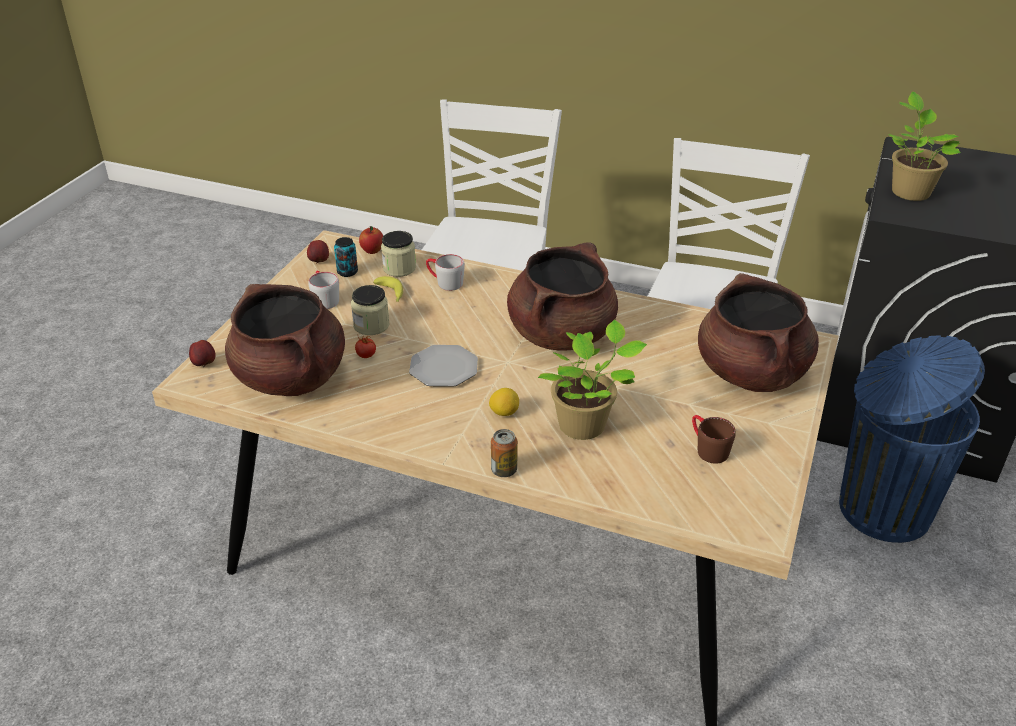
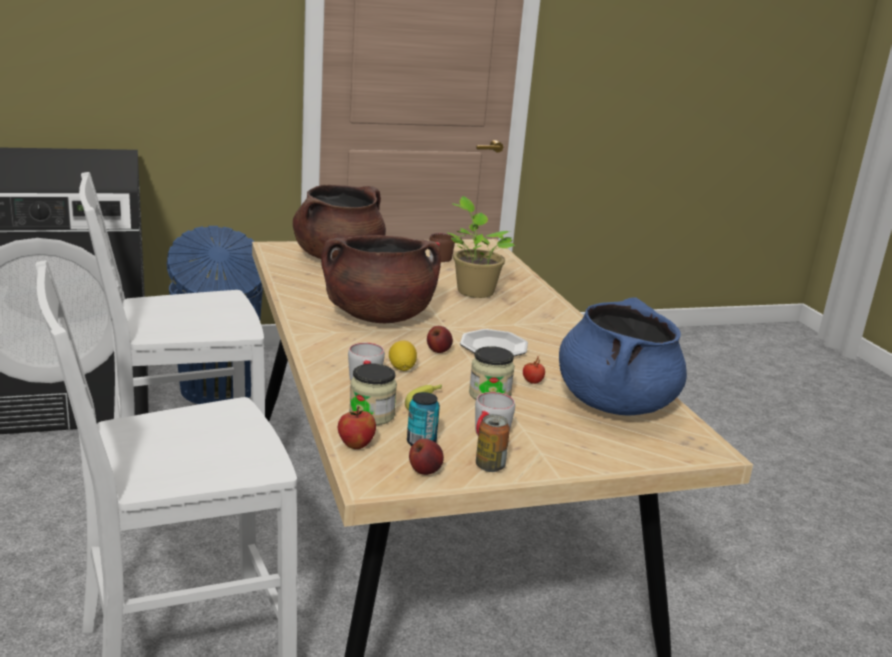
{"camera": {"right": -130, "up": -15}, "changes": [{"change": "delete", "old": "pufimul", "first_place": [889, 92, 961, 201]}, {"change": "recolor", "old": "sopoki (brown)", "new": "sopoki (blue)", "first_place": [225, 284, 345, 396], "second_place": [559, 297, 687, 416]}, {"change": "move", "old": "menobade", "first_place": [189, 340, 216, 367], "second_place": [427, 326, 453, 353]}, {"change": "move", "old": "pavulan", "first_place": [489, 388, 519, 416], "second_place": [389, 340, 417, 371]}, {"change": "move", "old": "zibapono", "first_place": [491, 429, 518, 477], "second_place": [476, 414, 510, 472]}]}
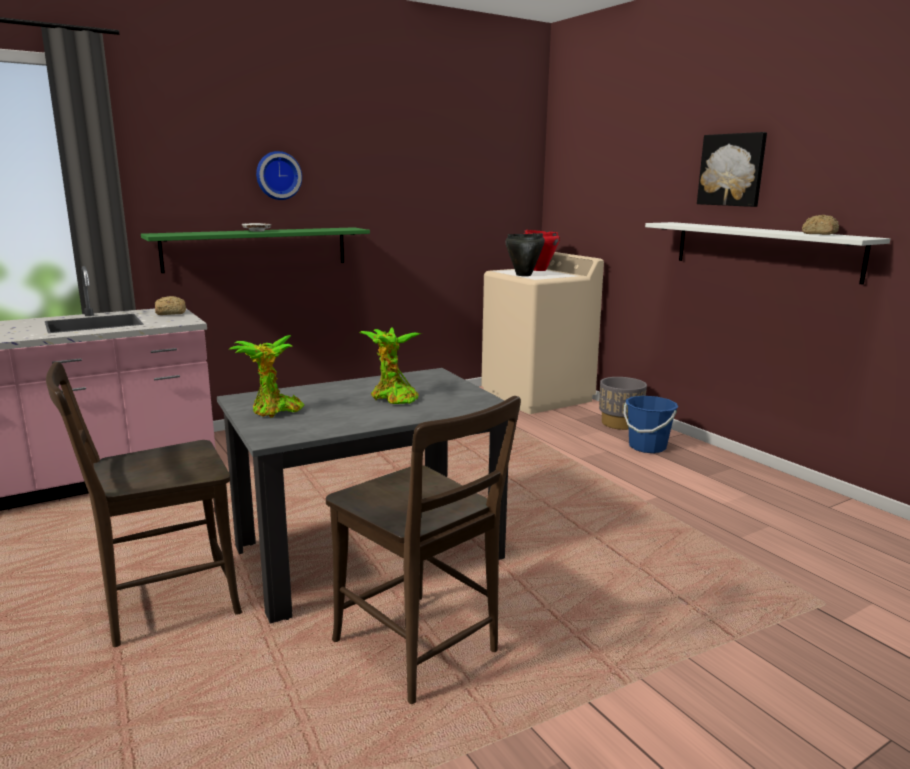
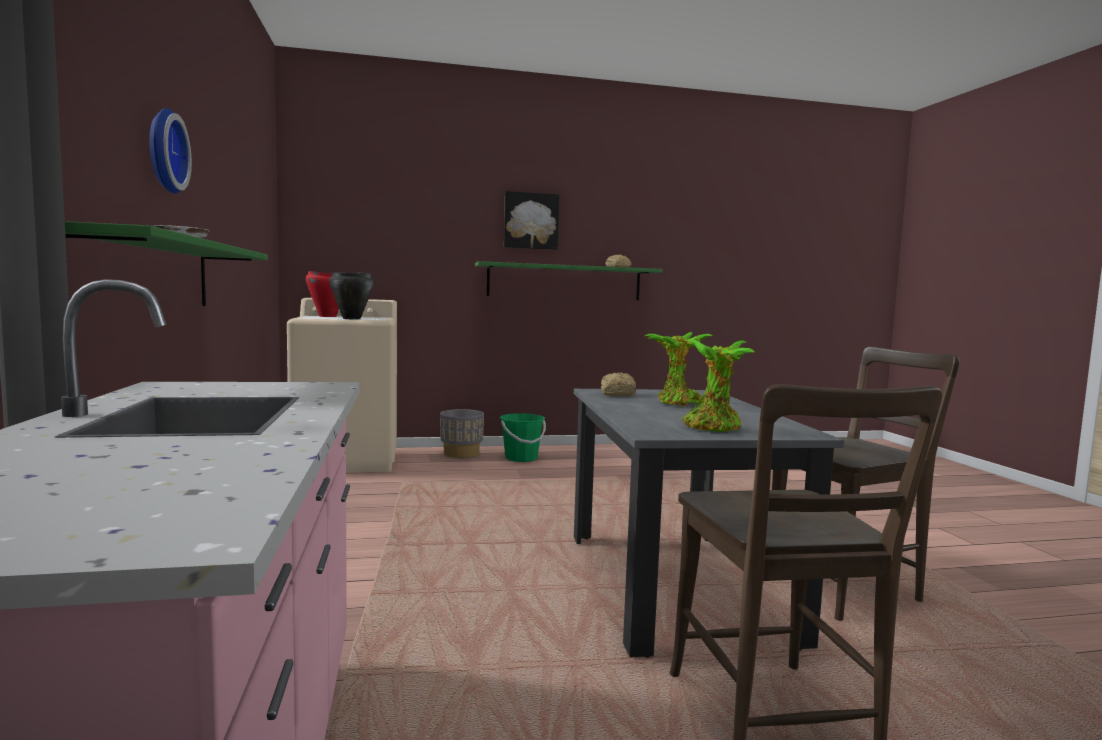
{"camera": {"right": -70, "up": -10}, "changes": [{"change": "recolor", "old": "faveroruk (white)", "new": "faveroruk (green)", "first_place": [645, 222, 890, 285], "second_place": [475, 261, 663, 300]}, {"change": "move", "old": "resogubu", "first_place": [155, 296, 186, 315], "second_place": [601, 372, 636, 396]}, {"change": "recolor", "old": "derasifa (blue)", "new": "derasifa (green)", "first_place": [624, 396, 678, 453], "second_place": [500, 413, 546, 462]}]}
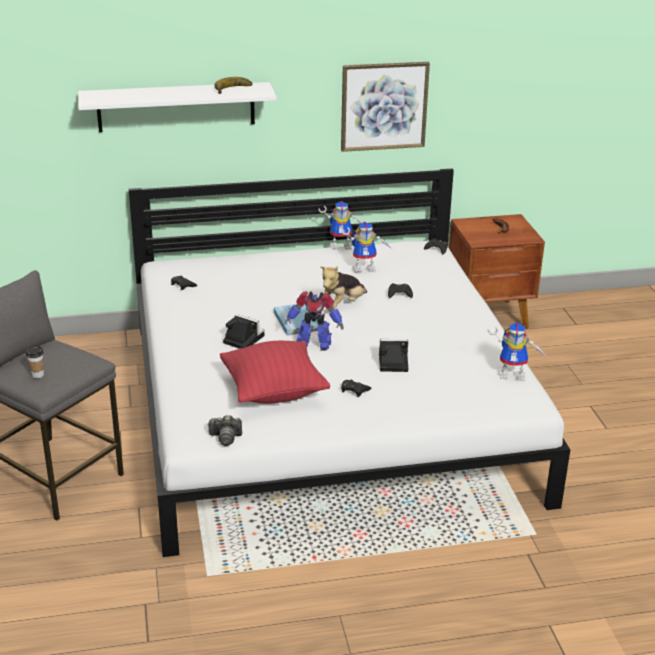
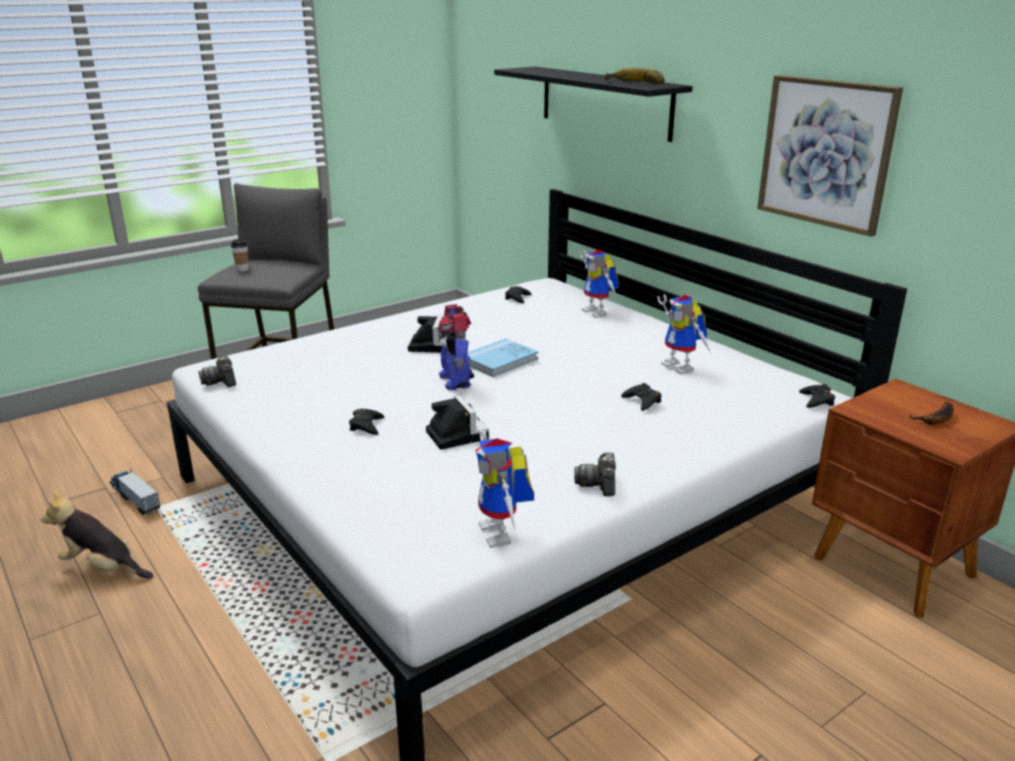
{"camera": {"right": 65, "up": -5}, "changes": [{"change": "recolor", "old": "faveroruk (white)", "new": "faveroruk (black)", "first_place": [78, 82, 277, 132], "second_place": [494, 67, 693, 142]}, {"change": "move", "old": "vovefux", "first_place": [318, 201, 363, 250], "second_place": [579, 250, 619, 318]}, {"change": "move", "old": "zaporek", "first_place": [321, 266, 367, 308], "second_place": [41, 491, 153, 579]}, {"change": "delete", "old": "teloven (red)", "first_place": [220, 341, 330, 404]}, {"change": "insert", "new": "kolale", "second_place": [574, 453, 616, 496]}, {"change": "insert", "new": "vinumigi", "second_place": [110, 469, 160, 515]}]}
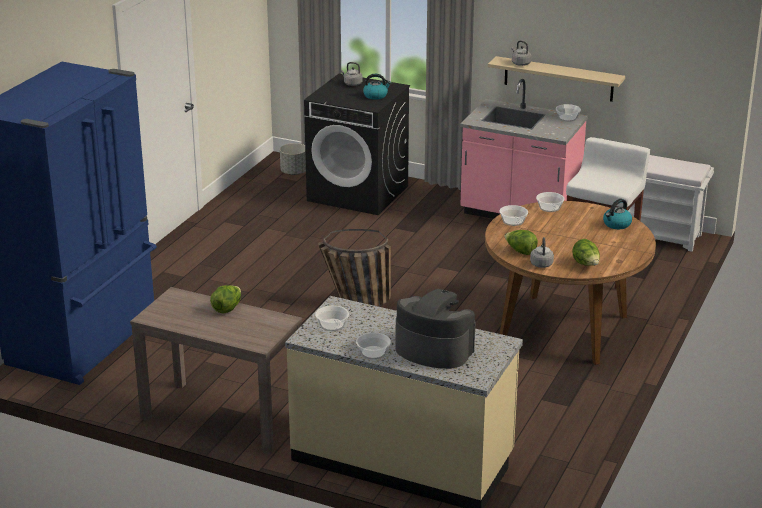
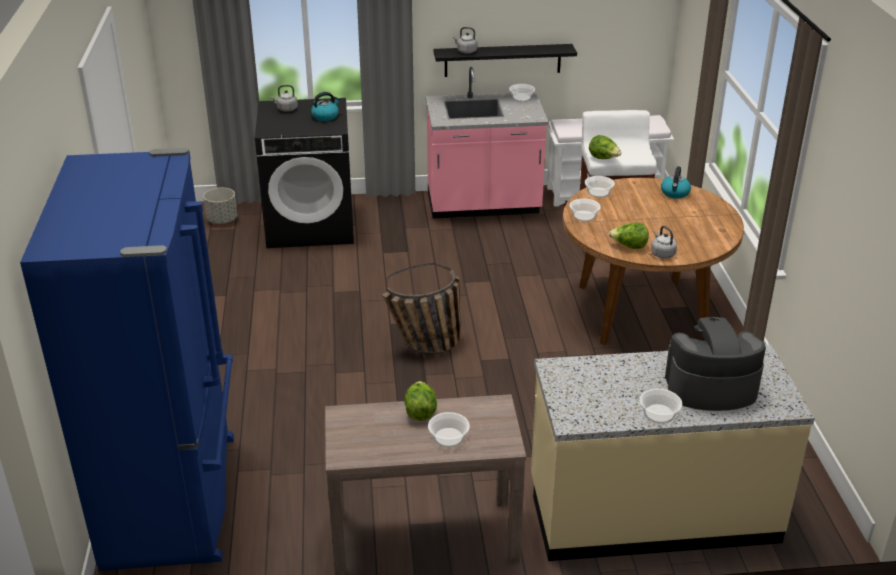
{"camera": {"right": -30, "up": 5}, "changes": [{"change": "recolor", "old": "faveroruk (beige)", "new": "faveroruk (black)", "first_place": [488, 56, 625, 102], "second_place": [434, 44, 577, 77]}, {"change": "move", "old": "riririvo", "first_place": [572, 239, 600, 266], "second_place": [589, 135, 621, 159]}, {"change": "move", "old": "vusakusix", "first_place": [315, 306, 349, 331], "second_place": [428, 412, 470, 448]}]}
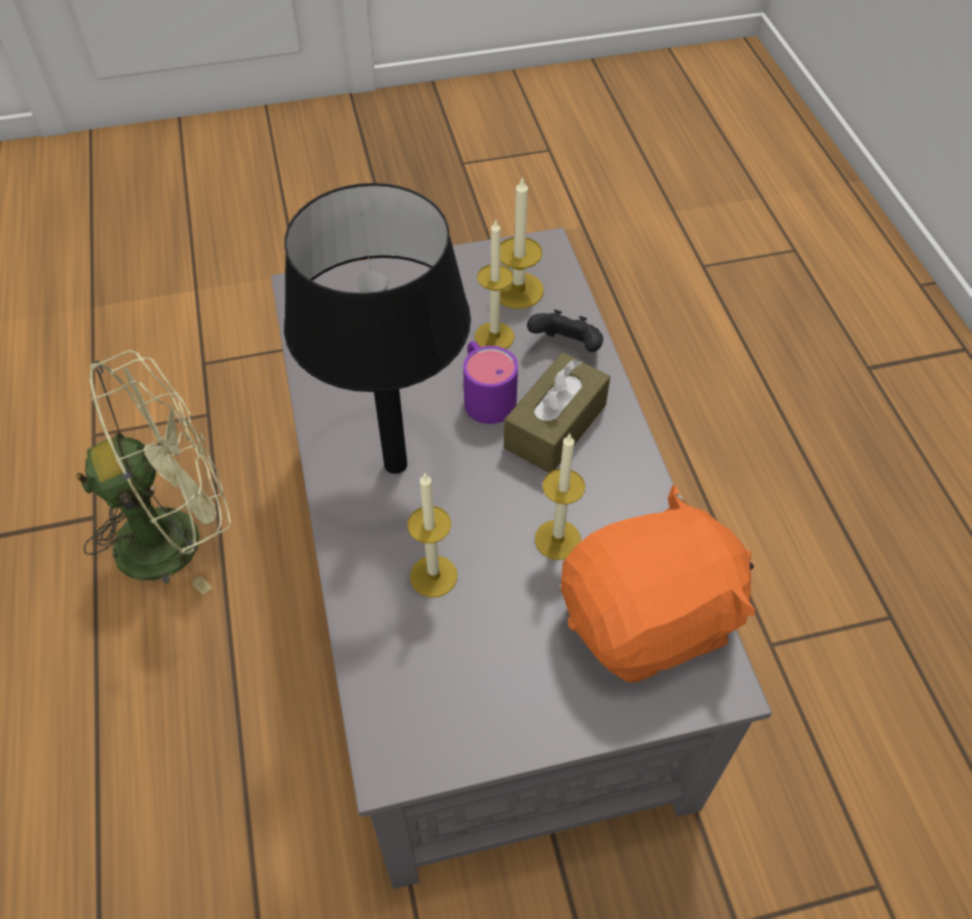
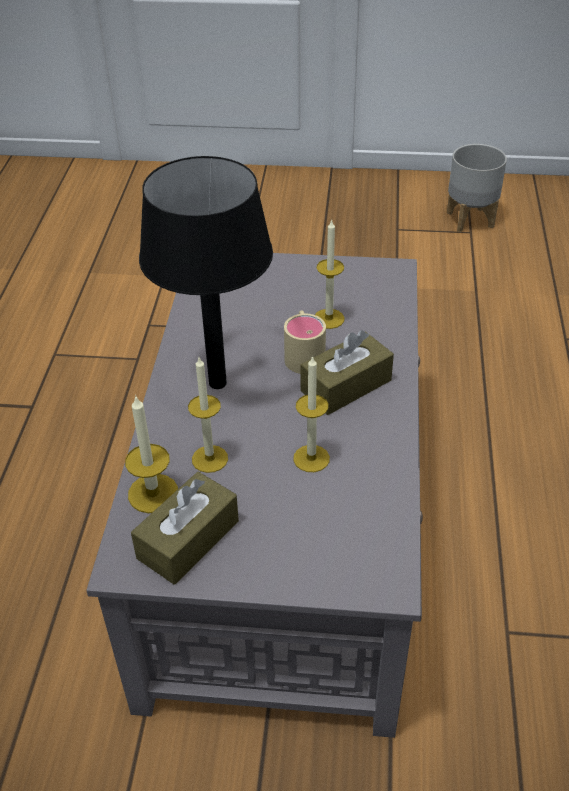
{"camera": {"right": 20, "up": -10}, "changes": [{"change": "move", "old": "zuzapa", "first_place": [500, 176, 544, 309], "second_place": [125, 395, 178, 513]}, {"change": "delete", "old": "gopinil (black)", "first_place": [527, 310, 603, 352]}, {"change": "recolor", "old": "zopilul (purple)", "new": "zopilul (beige)", "first_place": [463, 341, 518, 424], "second_place": [284, 310, 326, 374]}, {"change": "delete", "old": "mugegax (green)", "first_place": [75, 350, 231, 595]}, {"change": "delete", "old": "zaporek (orange)", "first_place": [561, 485, 755, 682]}, {"change": "insert", "new": "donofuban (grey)", "second_place": [447, 144, 507, 232]}, {"change": "insert", "new": "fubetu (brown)", "second_place": [131, 472, 239, 584]}]}
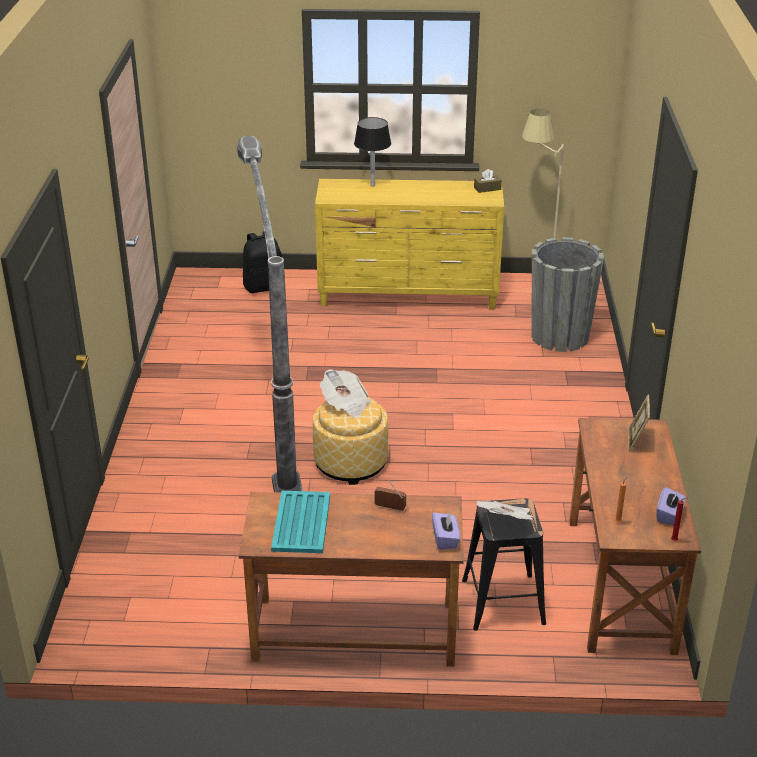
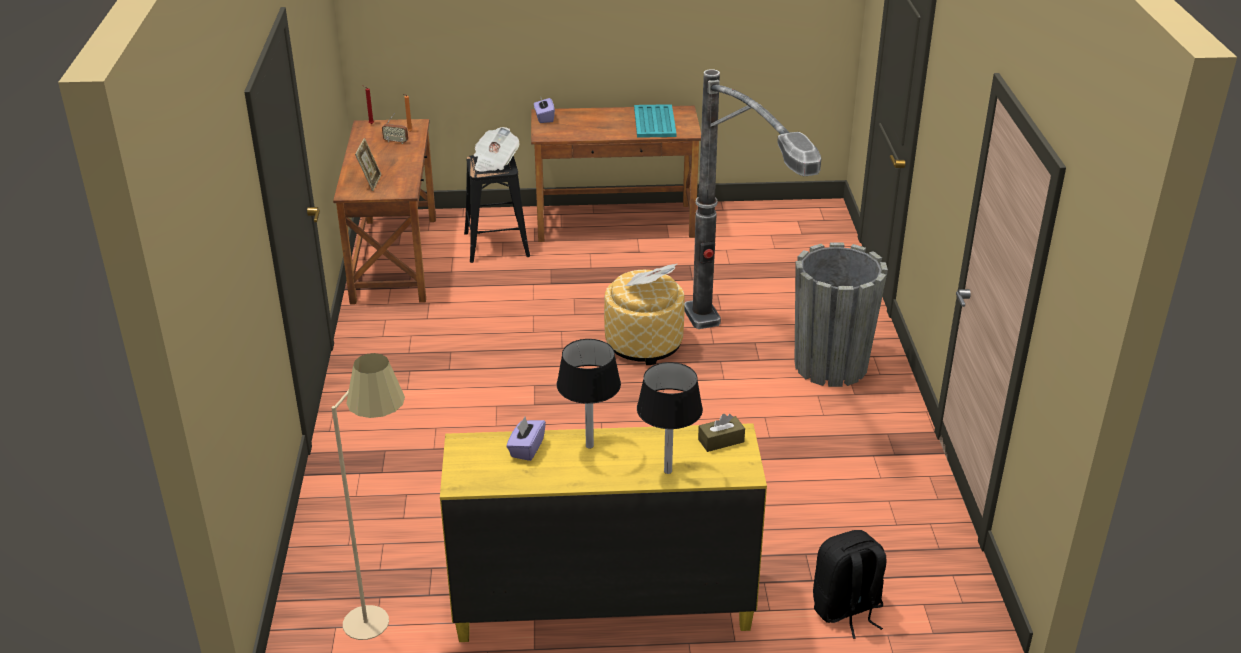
{"camera": {"right": 175, "up": 0}, "changes": [{"change": "move", "old": "fubetu (brown)", "first_place": [474, 169, 502, 193], "second_place": [698, 414, 745, 452]}, {"change": "move", "old": "donofuban (grey)", "first_place": [531, 237, 604, 352], "second_place": [794, 242, 888, 387]}, {"change": "move", "old": "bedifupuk", "first_place": [374, 480, 406, 512], "second_place": [382, 113, 408, 144]}, {"change": "move", "old": "fubetu (purple)", "first_place": [656, 487, 686, 526], "second_place": [506, 417, 546, 461]}, {"change": "insert", "new": "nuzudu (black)", "second_place": [557, 339, 621, 449]}]}
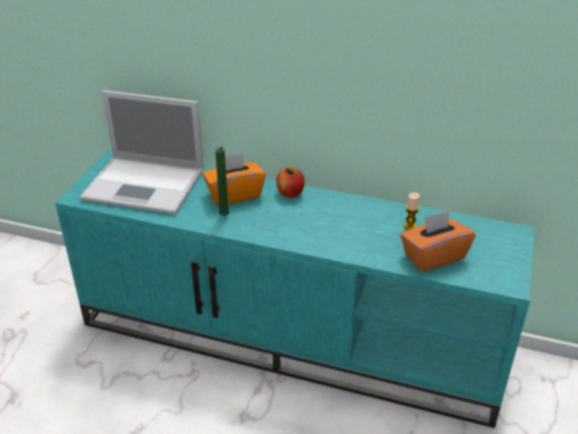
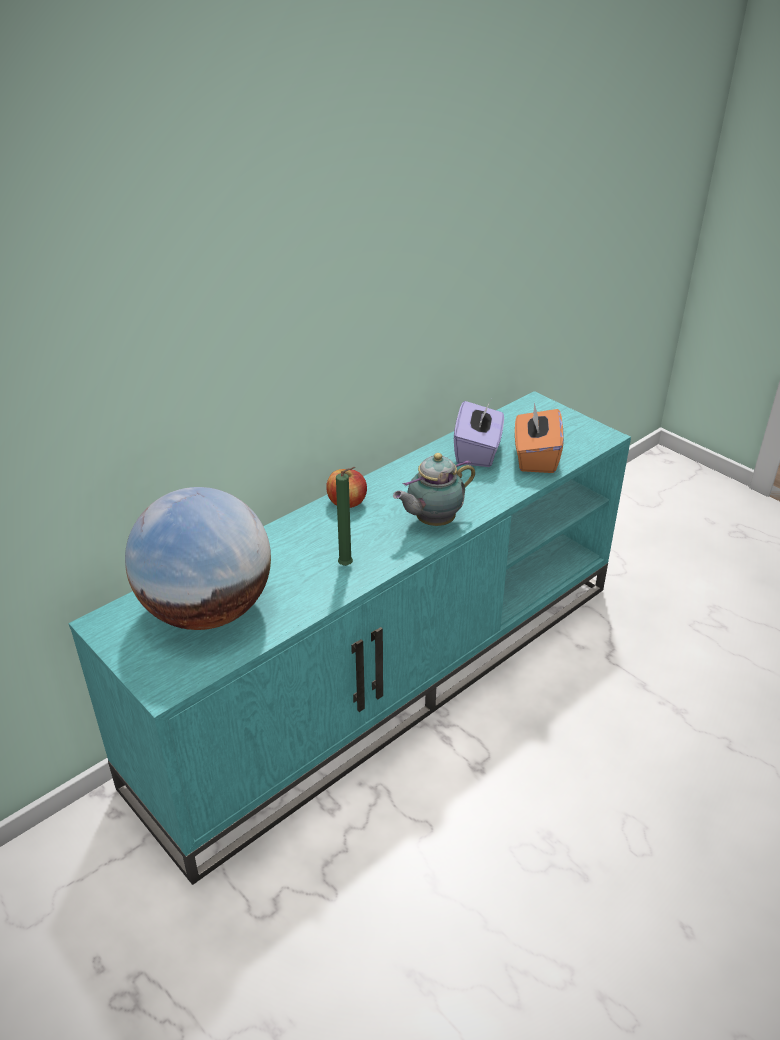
{"camera": {"right": -60, "up": 0}, "changes": [{"change": "replace", "old": "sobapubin", "new": "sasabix", "first_place": [80, 90, 204, 215], "second_place": [125, 487, 271, 630]}, {"change": "delete", "old": "fubetu (orange)", "first_place": [202, 153, 266, 206]}, {"change": "replace", "old": "zuzapa", "new": "fubetu (purple)", "first_place": [404, 192, 420, 230], "second_place": [454, 401, 504, 467]}, {"change": "insert", "new": "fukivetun", "second_place": [393, 453, 475, 526]}]}
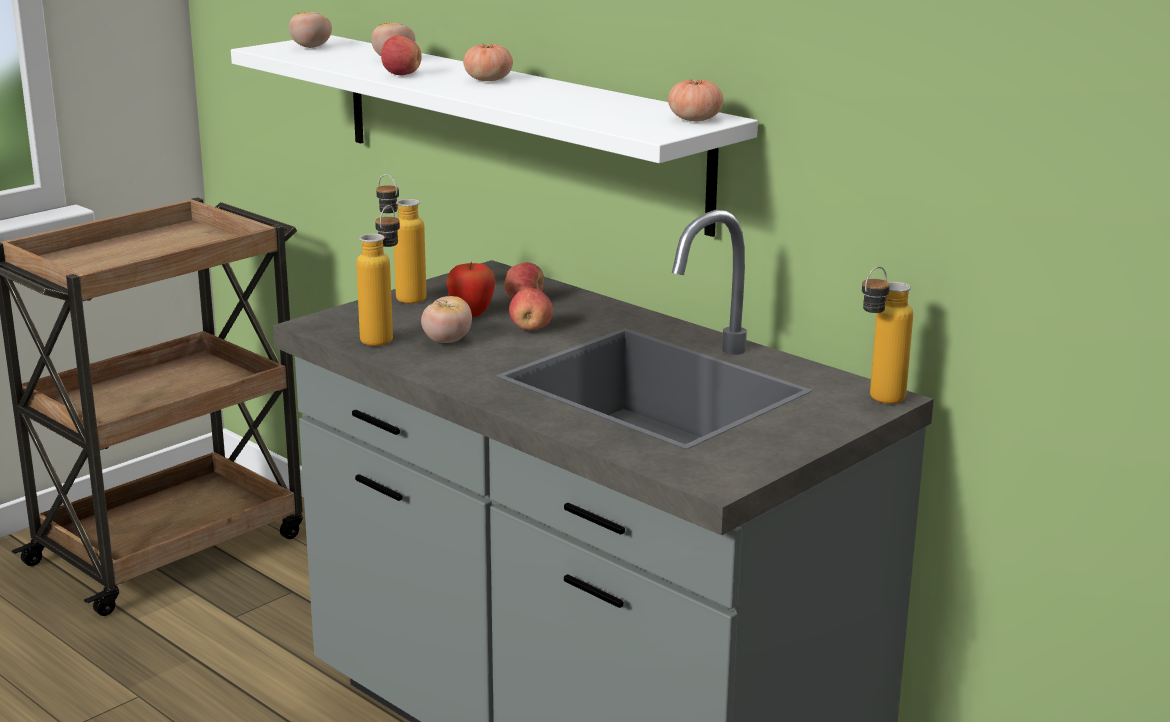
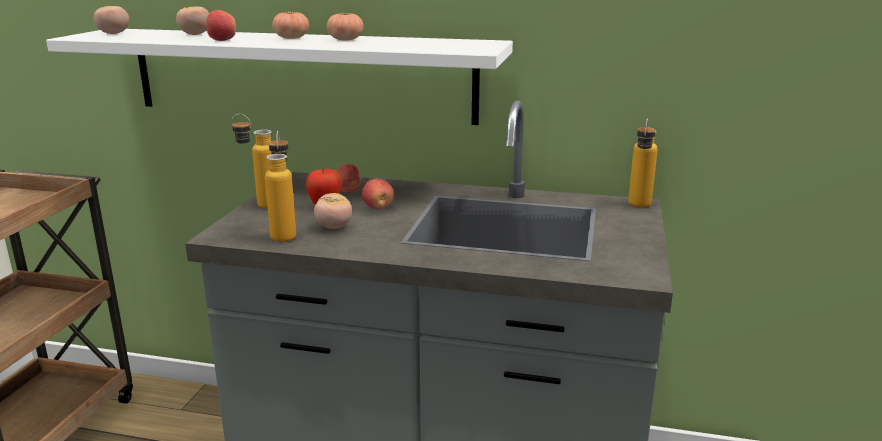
{"camera": {"right": -30, "up": 0}, "changes": [{"change": "move", "old": "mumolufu", "first_place": [668, 78, 723, 121], "second_place": [327, 12, 364, 41]}]}
